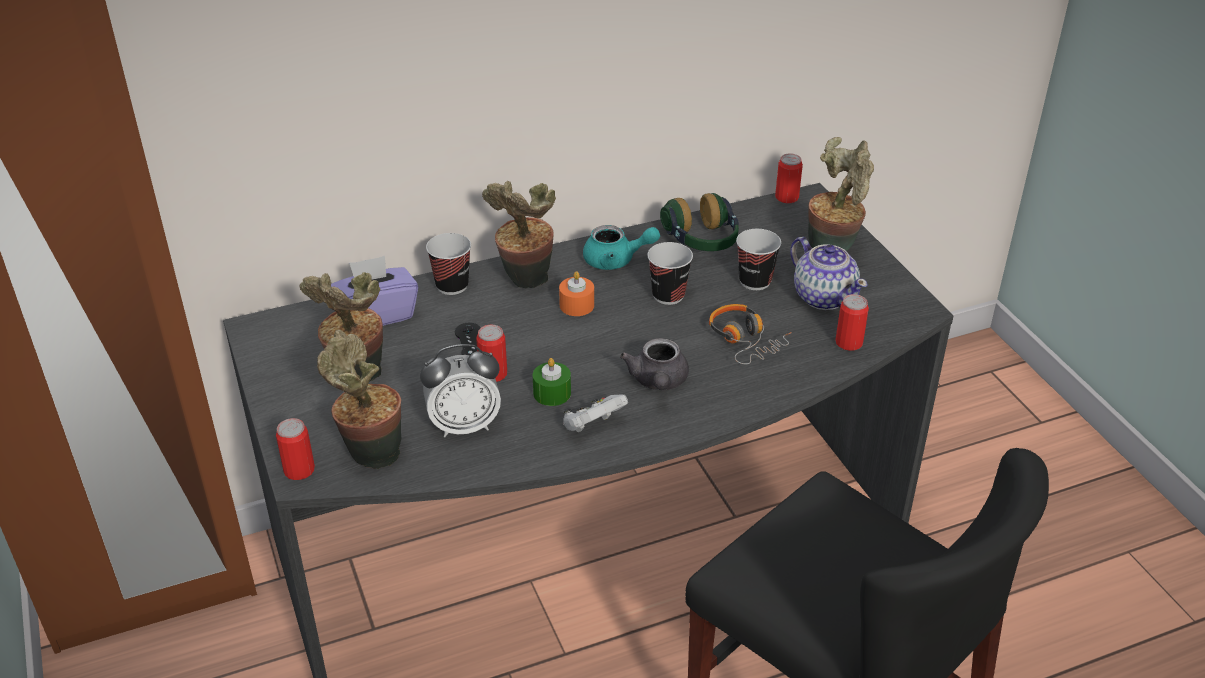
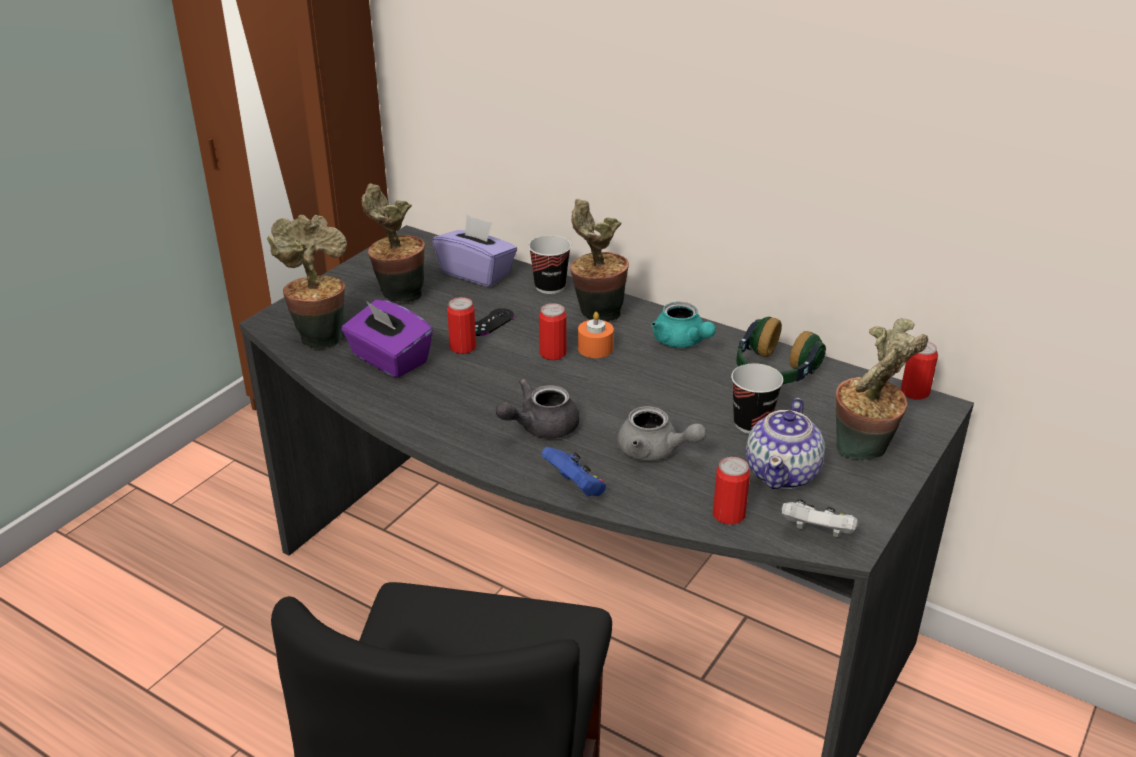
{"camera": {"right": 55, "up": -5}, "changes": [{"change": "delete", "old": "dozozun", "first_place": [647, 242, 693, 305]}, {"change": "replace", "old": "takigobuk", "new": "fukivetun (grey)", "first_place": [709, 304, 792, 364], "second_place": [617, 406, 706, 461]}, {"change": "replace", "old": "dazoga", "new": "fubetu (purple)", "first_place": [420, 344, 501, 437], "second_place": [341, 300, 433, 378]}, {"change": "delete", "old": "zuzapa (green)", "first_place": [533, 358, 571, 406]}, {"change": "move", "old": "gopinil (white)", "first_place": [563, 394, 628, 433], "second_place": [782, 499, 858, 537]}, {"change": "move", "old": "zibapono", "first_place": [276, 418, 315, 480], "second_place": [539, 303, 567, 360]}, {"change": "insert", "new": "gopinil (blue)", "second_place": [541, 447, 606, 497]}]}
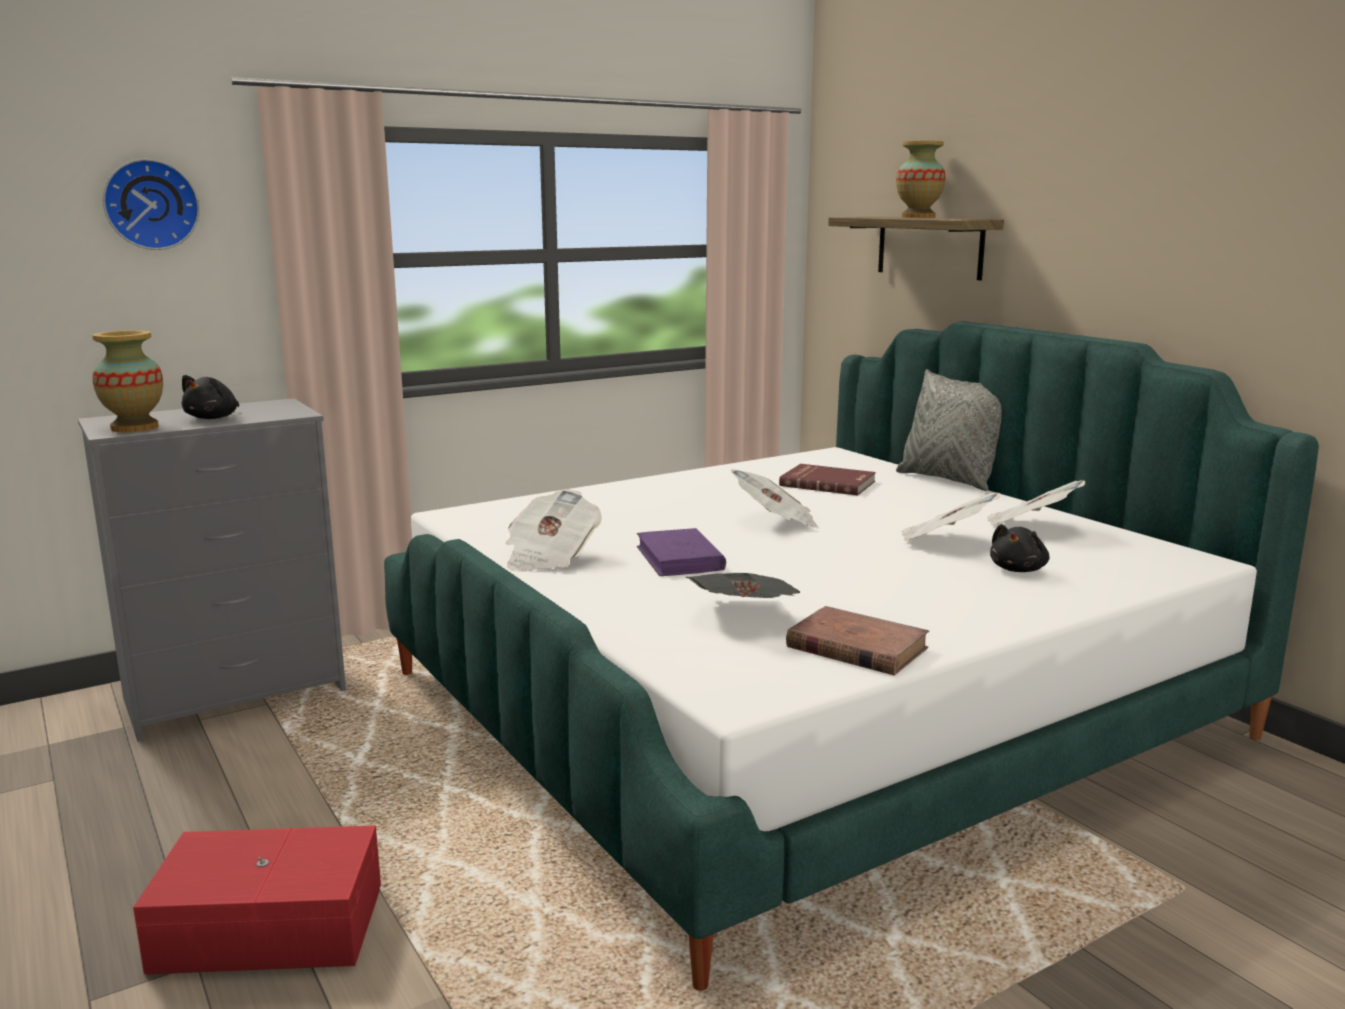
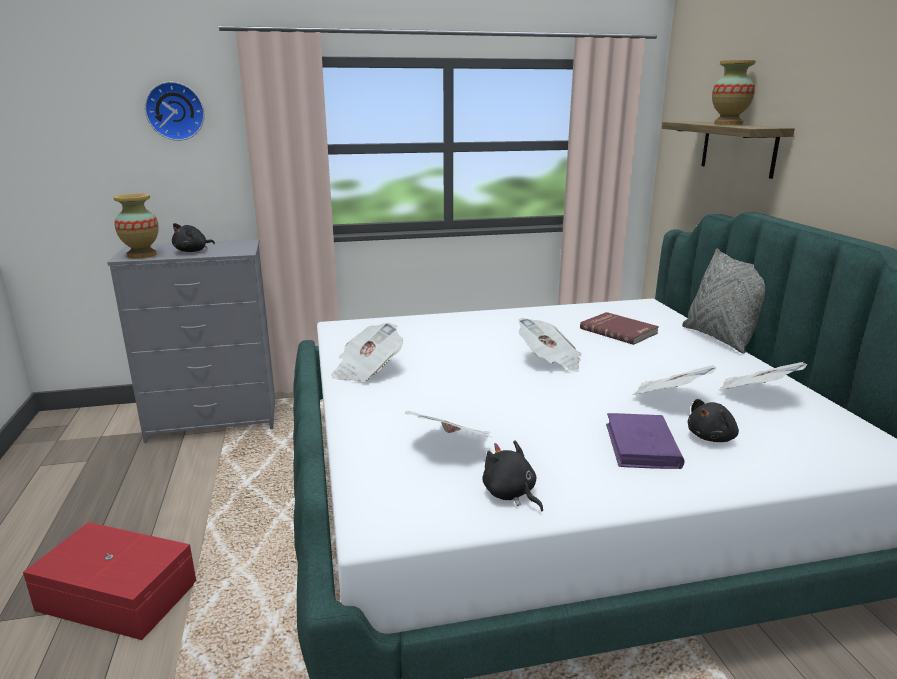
{"camera": {"right": 20, "up": 5}, "changes": [{"change": "move", "old": "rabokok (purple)", "first_place": [637, 528, 726, 576], "second_place": [606, 413, 684, 469]}, {"change": "replace", "old": "rabokok (brown)", "new": "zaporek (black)", "first_place": [786, 606, 929, 676], "second_place": [482, 440, 543, 511]}]}
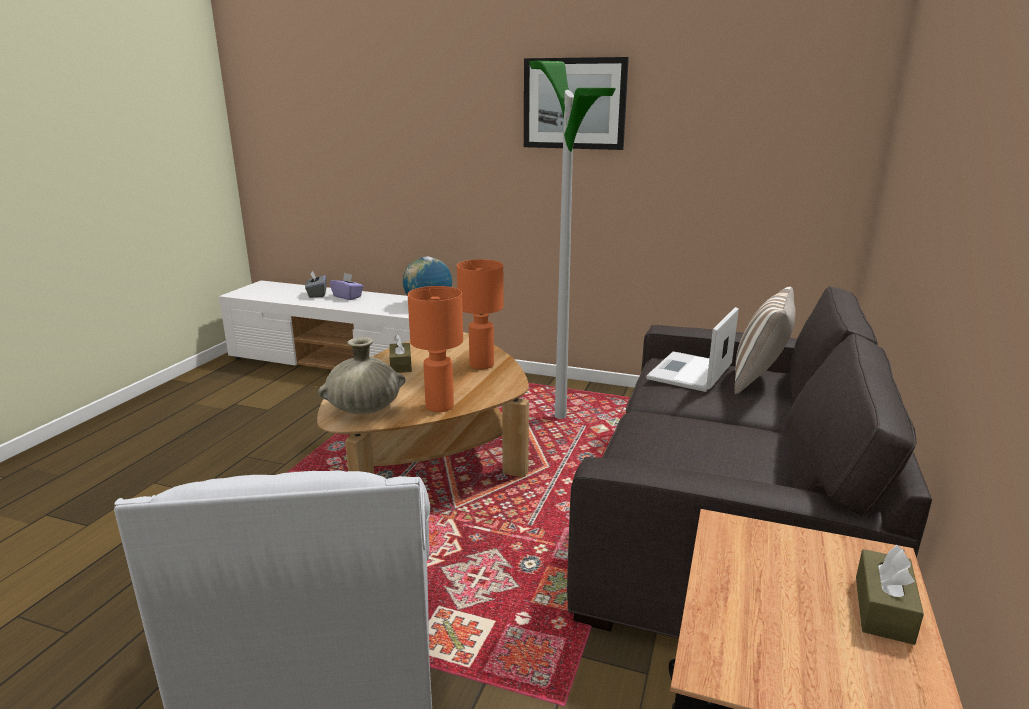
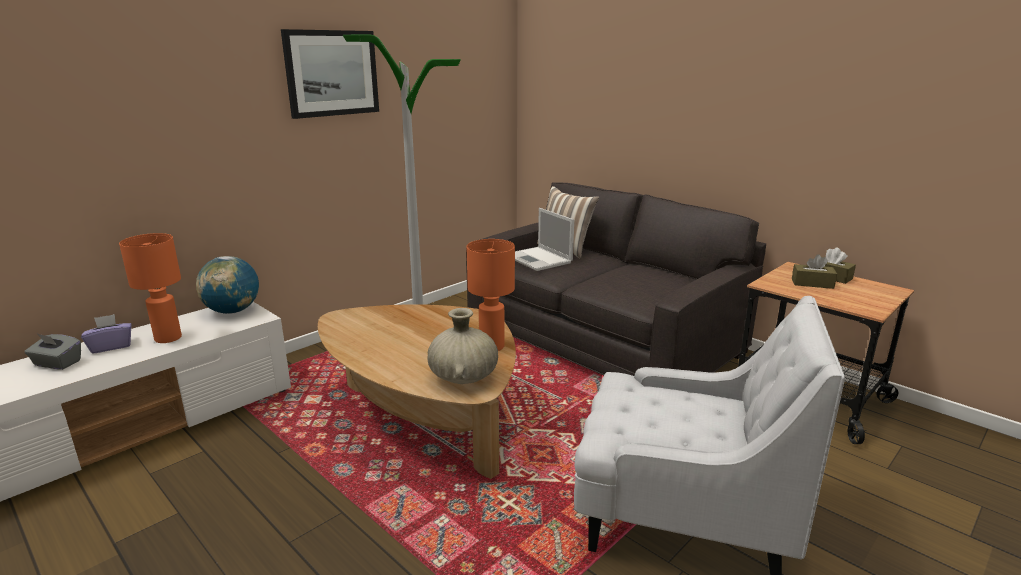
{"camera": {"right": -65, "up": 0}, "changes": [{"change": "move", "old": "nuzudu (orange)", "first_place": [457, 259, 504, 369], "second_place": [119, 233, 182, 343]}, {"change": "move", "old": "fubetu (brown)", "first_place": [390, 335, 412, 373], "second_place": [792, 254, 837, 289]}]}
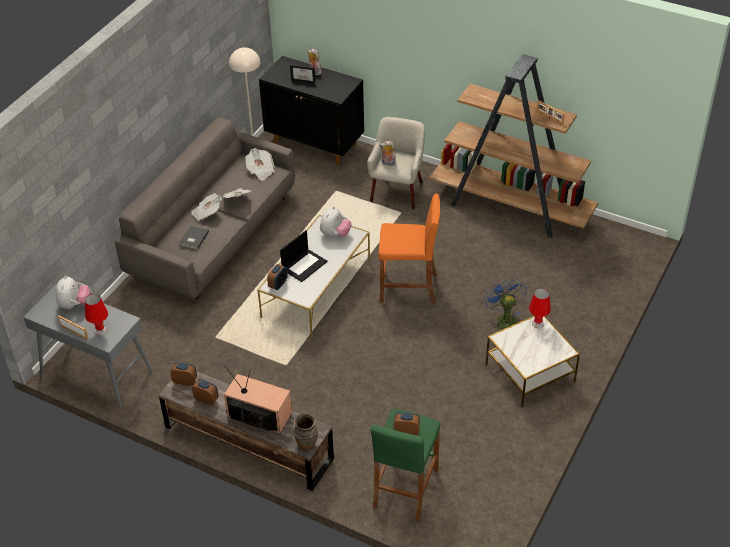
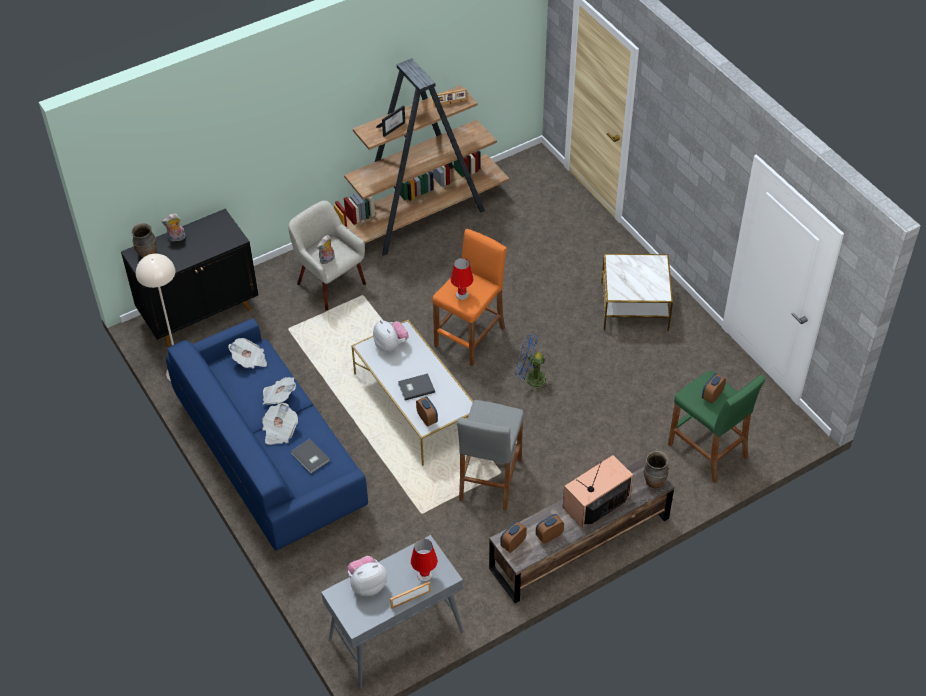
{"camera": {"right": -60, "up": 5}, "changes": [{"change": "move", "old": "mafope", "first_place": [290, 65, 316, 84], "second_place": [376, 105, 405, 137]}, {"change": "recolor", "old": "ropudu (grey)", "new": "ropudu (blue)", "first_place": [115, 118, 295, 300], "second_place": [166, 318, 368, 550]}, {"change": "replace", "old": "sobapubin", "new": "rabokok (grey)", "first_place": [280, 230, 327, 282], "second_place": [398, 374, 435, 401]}, {"change": "rotate", "old": "zaporek", "first_place": [56, 276, 90, 309], "second_place": [347, 556, 387, 596], "degrees": -60}, {"change": "move", "old": "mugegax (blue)", "first_place": [484, 279, 527, 330], "second_place": [516, 334, 551, 392]}, {"change": "move", "old": "nuzudu (red)", "first_place": [529, 288, 551, 328], "second_place": [451, 258, 474, 300]}, {"change": "insert", "new": "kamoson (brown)", "second_place": [131, 223, 156, 258]}, {"change": "insert", "new": "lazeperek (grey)", "second_place": [457, 400, 523, 510]}]}
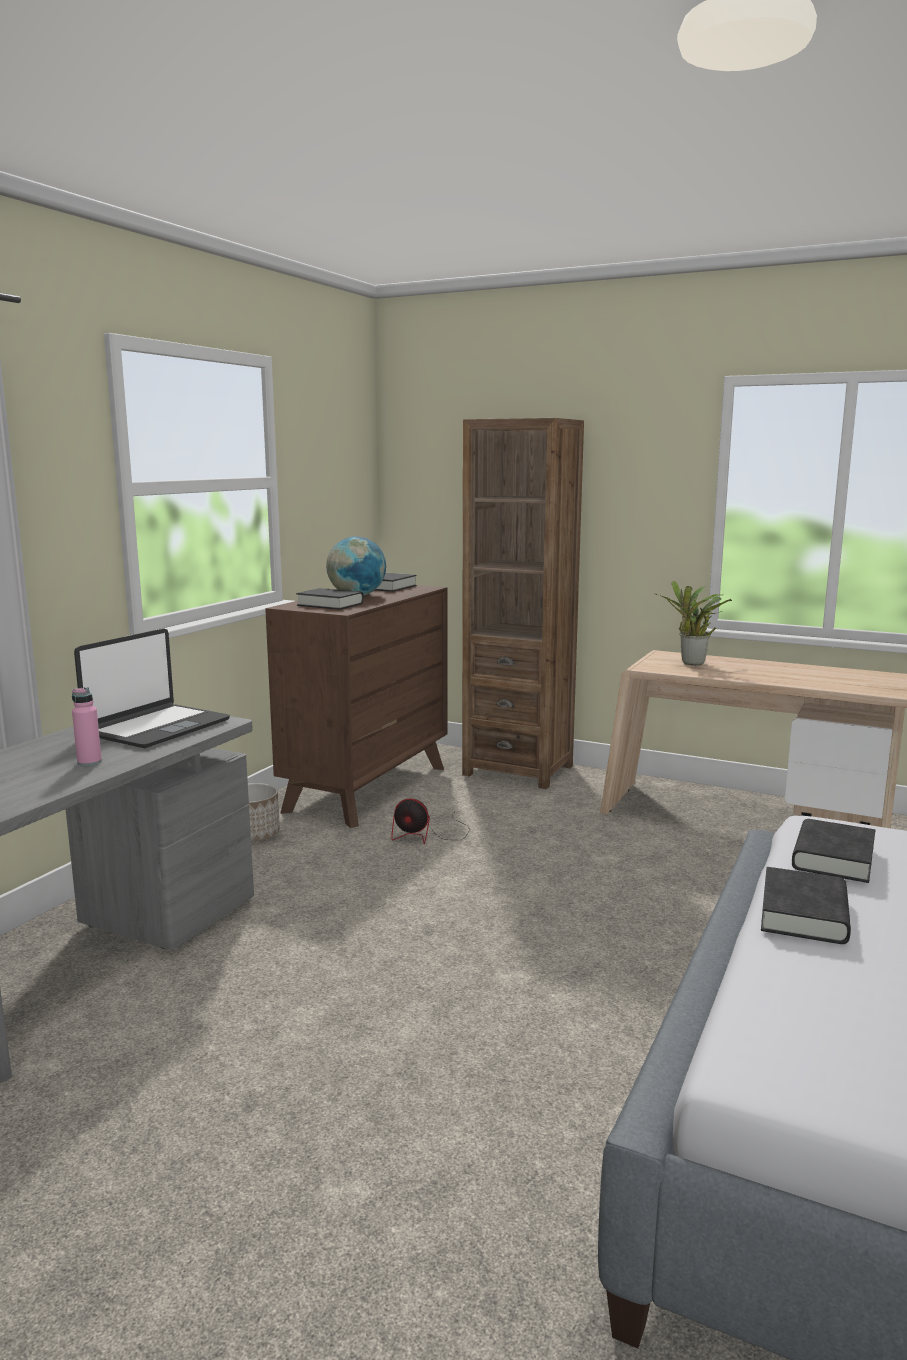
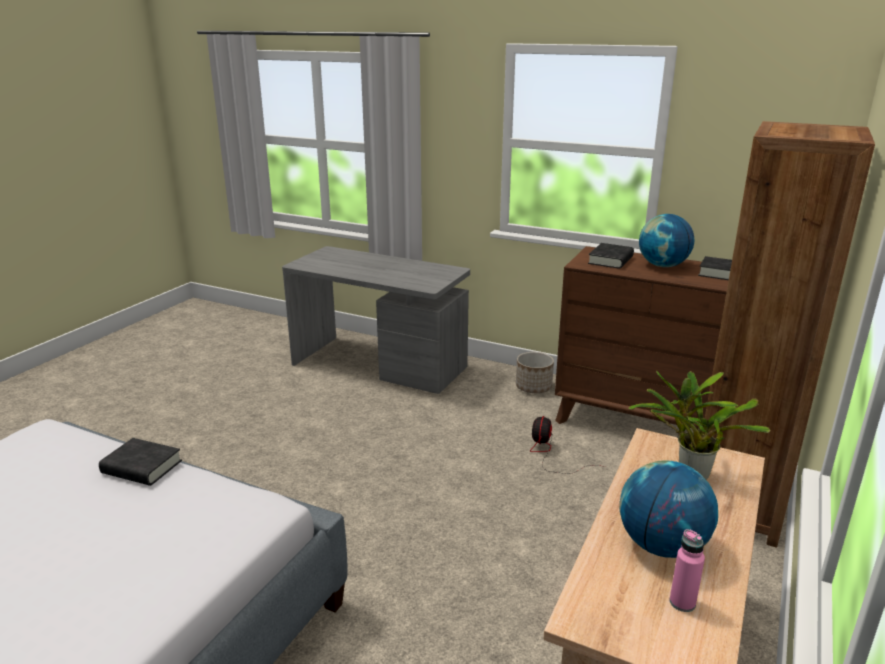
{"camera": {"right": 90, "up": 10}, "changes": [{"change": "delete", "old": "sobapubin", "first_place": [74, 629, 230, 748]}, {"change": "move", "old": "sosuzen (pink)", "first_place": [72, 687, 102, 766], "second_place": [670, 529, 705, 612]}, {"change": "delete", "old": "rabokok (black)", "first_place": [792, 819, 875, 883]}, {"change": "insert", "new": "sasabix", "second_place": [619, 460, 718, 558]}]}
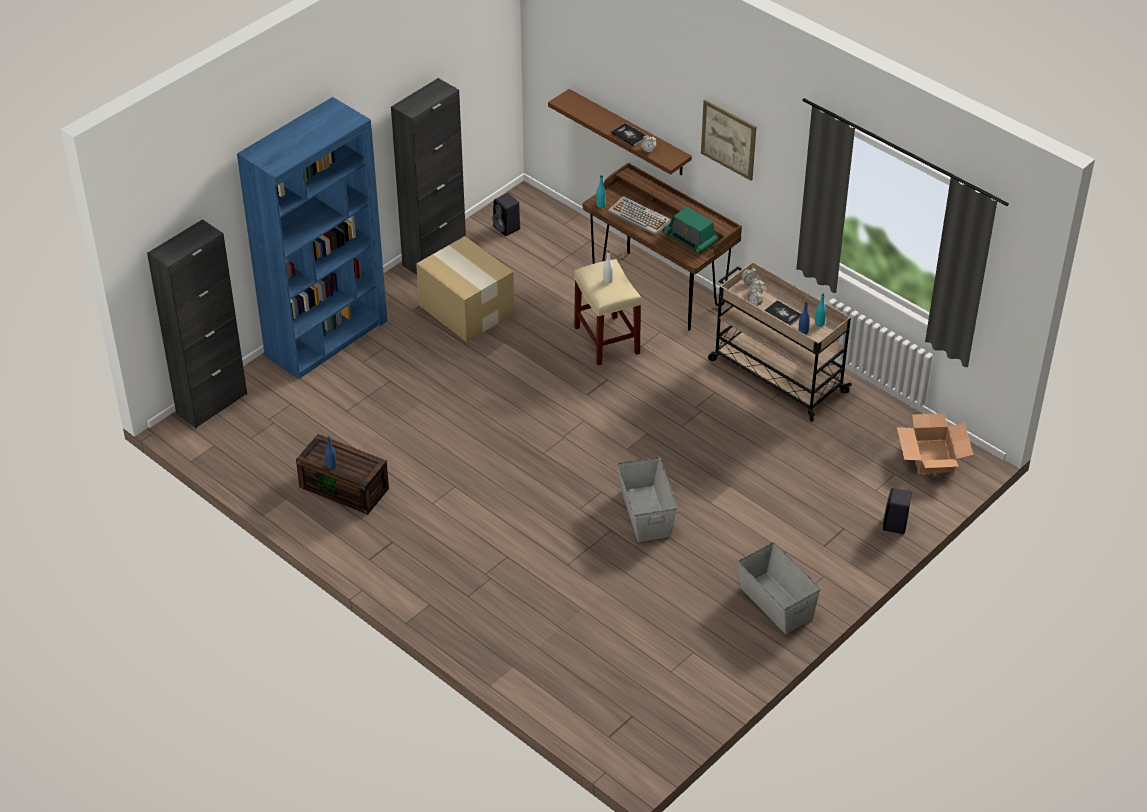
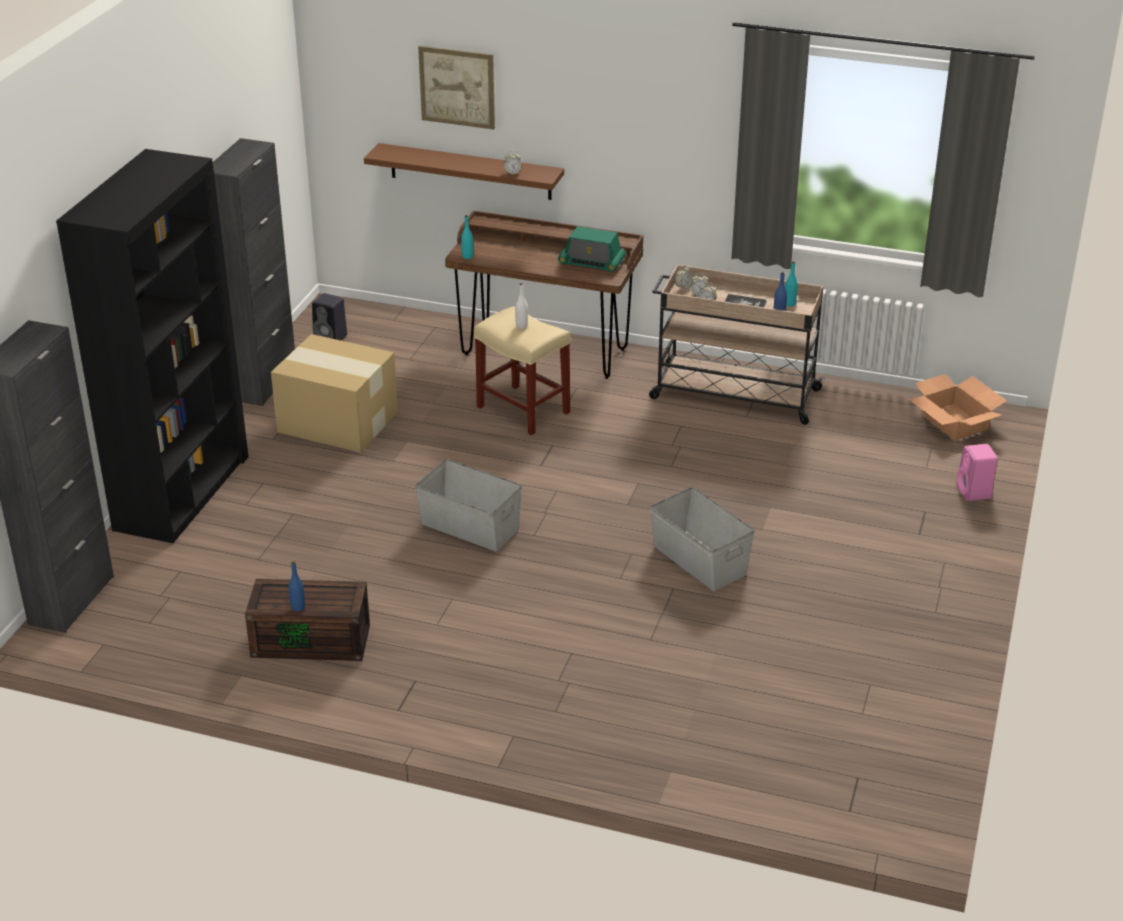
{"camera": {"right": -25, "up": -10}, "changes": [{"change": "recolor", "old": "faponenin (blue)", "new": "faponenin (black)", "first_place": [237, 97, 387, 379], "second_place": [56, 149, 249, 543]}, {"change": "move", "old": "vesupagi", "first_place": [701, 100, 756, 181], "second_place": [418, 46, 495, 129]}, {"change": "delete", "old": "rabokok", "first_place": [611, 123, 645, 147]}, {"change": "delete", "old": "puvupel", "first_place": [608, 196, 671, 235]}, {"change": "recolor", "old": "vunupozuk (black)", "new": "vunupozuk (pink)", "first_place": [883, 488, 912, 534], "second_place": [956, 444, 998, 501]}, {"change": "move", "old": "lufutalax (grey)", "first_place": [738, 542, 821, 634], "second_place": [415, 459, 522, 551]}]}
